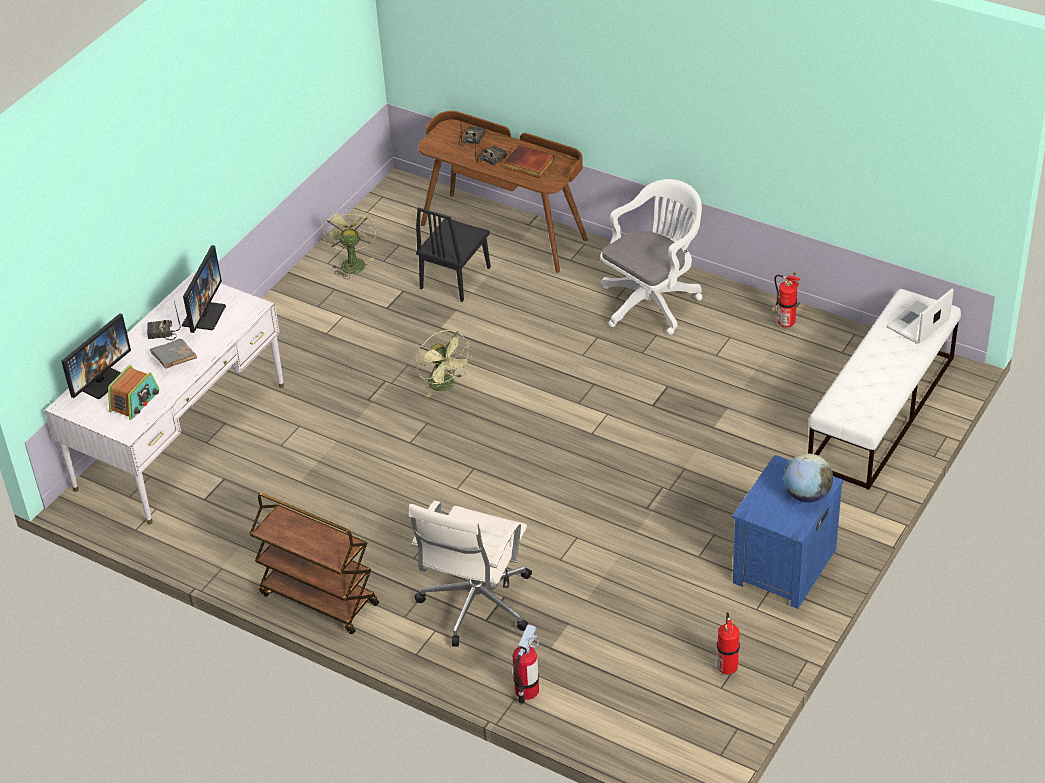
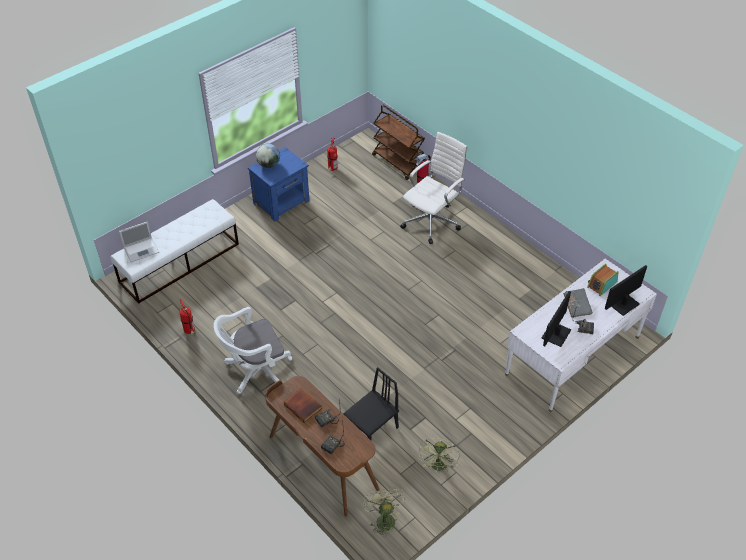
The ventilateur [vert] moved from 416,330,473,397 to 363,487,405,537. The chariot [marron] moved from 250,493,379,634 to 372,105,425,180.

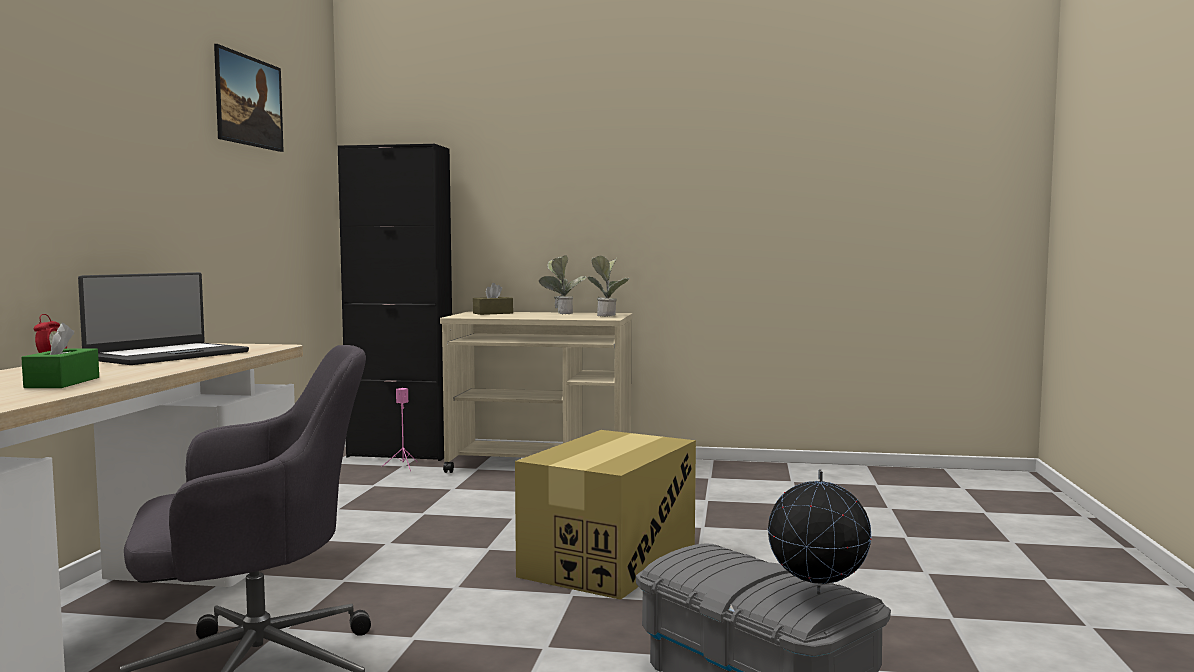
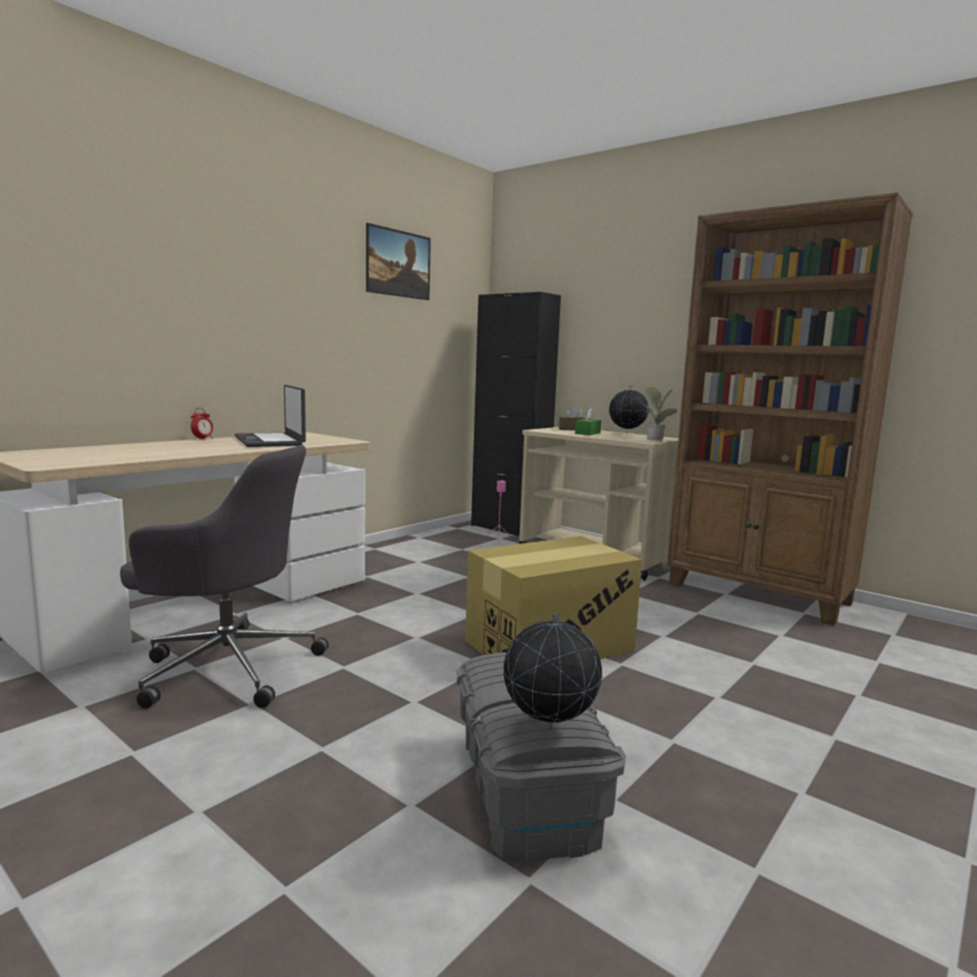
The ordinateur portable at 78,272,249,365 turned 90 degrees clockwise. The boîte à mouchoirs [vert] moved from 21,323,99,388 to 575,408,601,435. The plante en pot at 539,255,586,314 was replaced by the globe at 609,390,649,435. The bibliothèque [marron] at 667,193,913,625 appeared.

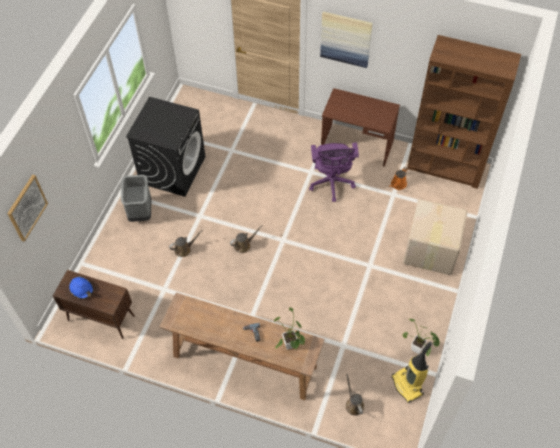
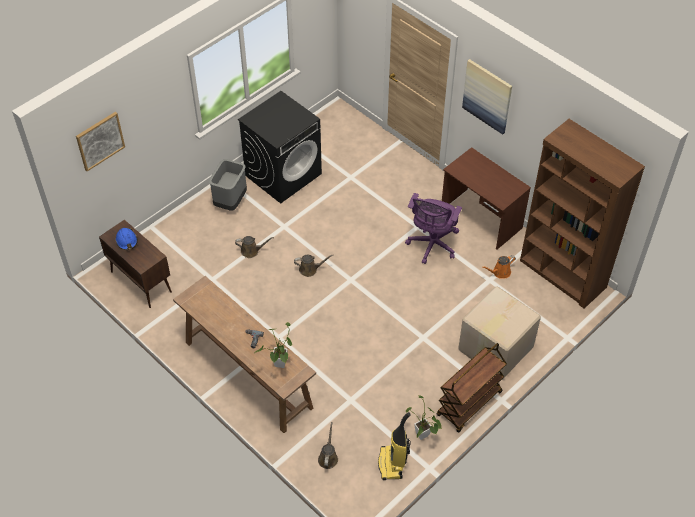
The chariot [marron] at 437,343,507,433 appeared.

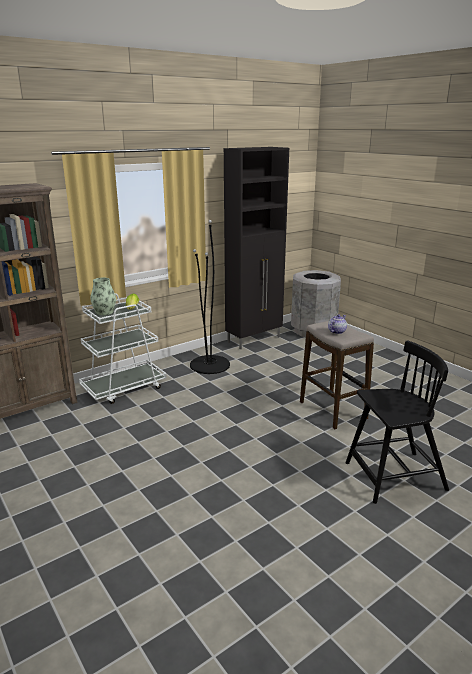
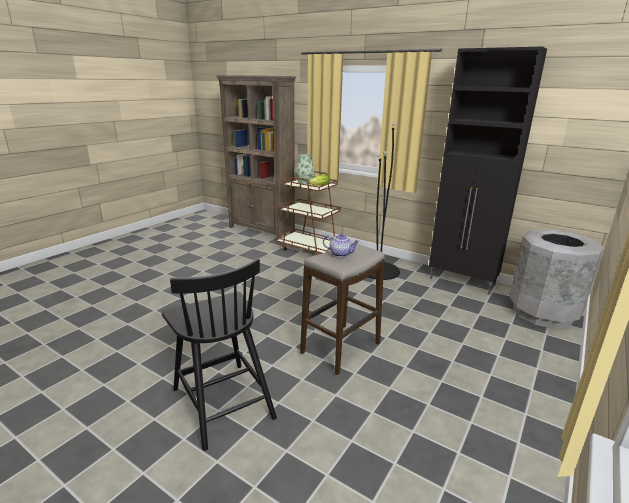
The chariot [blanc] at 79,293,167,404 became the chariot [marron] at 275,171,341,255.

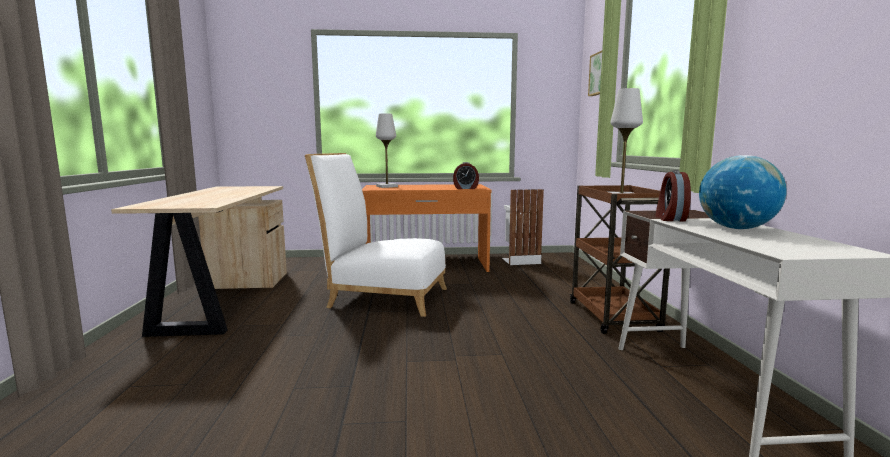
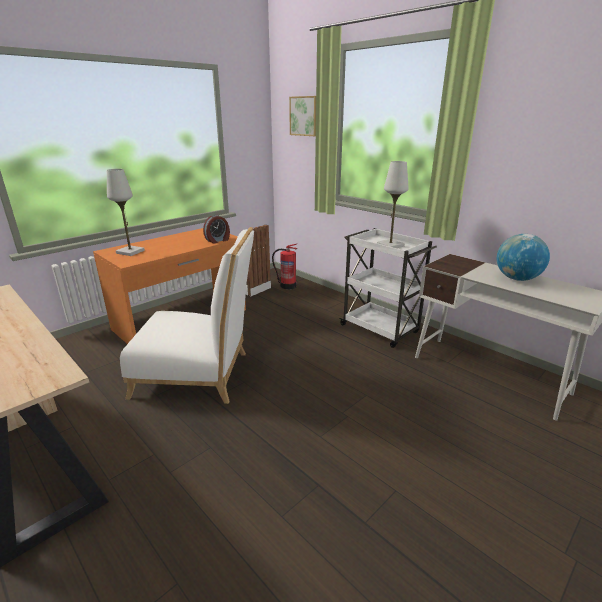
The chaise [blanc] at 305,153,447,317 turned 150 degrees counterclockwise. The extincteur at 272,244,297,290 appeared. The chariot [marron] at 570,185,670,334 became the chariot [blanc] at 339,228,437,348. The réveil at 655,170,691,222 disappeared.

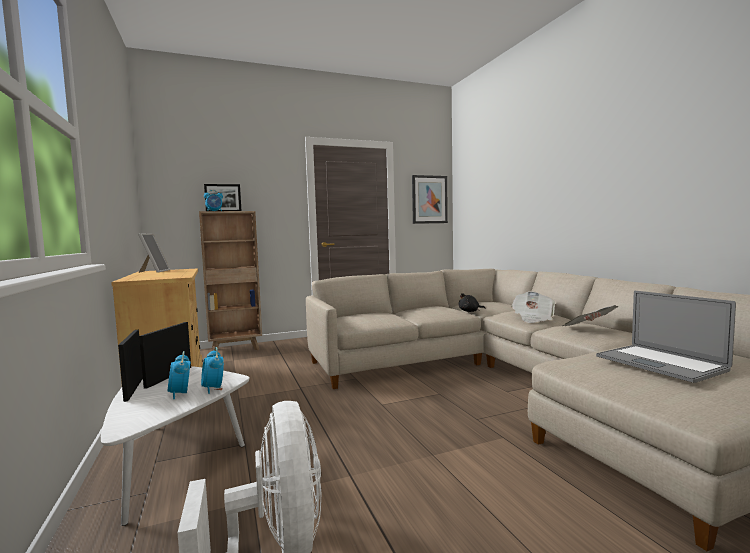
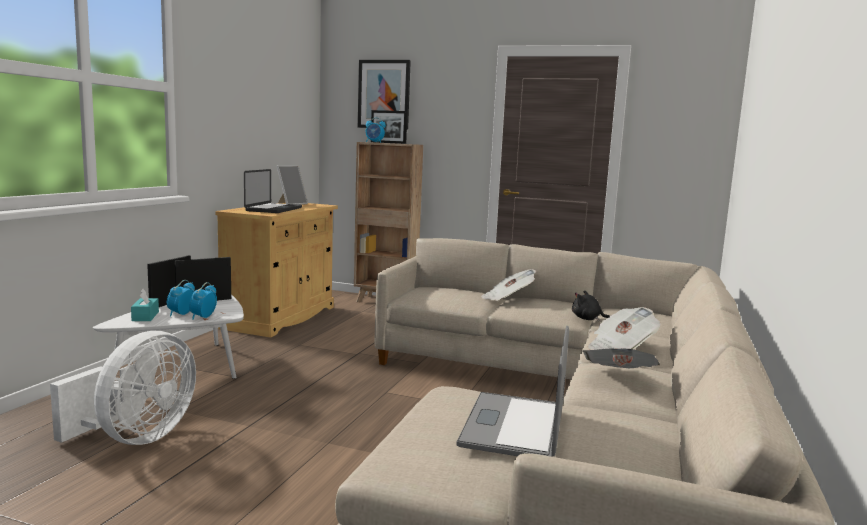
The boîte à mouchoirs [turquoise] at 131,289,159,321 appeared. The ordinateur portable at 244,169,302,213 appeared. The tableau moved from 412,175,448,224 to 358,60,411,129. The journal at 481,269,537,301 appeared.

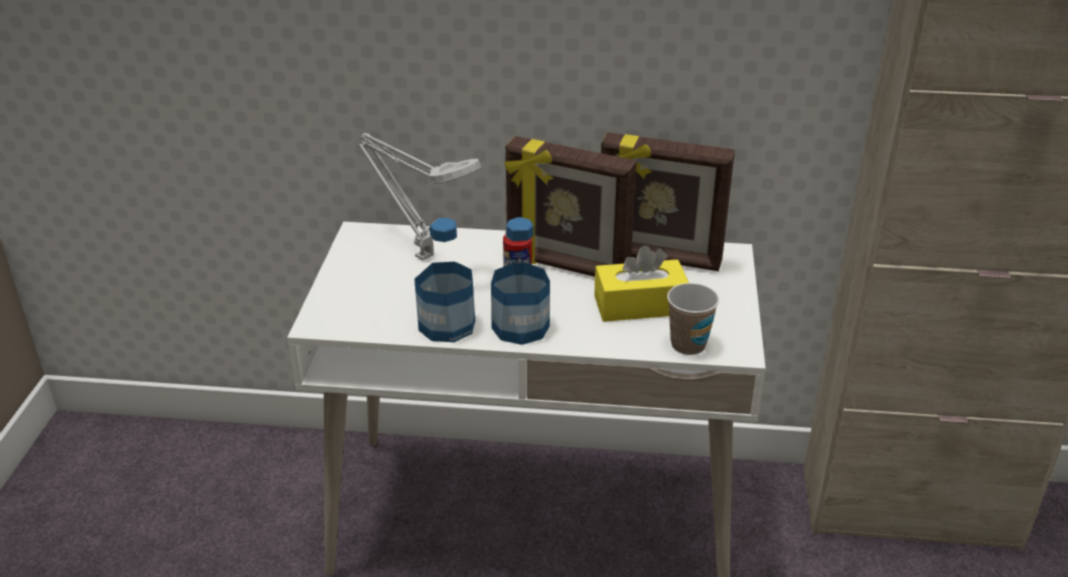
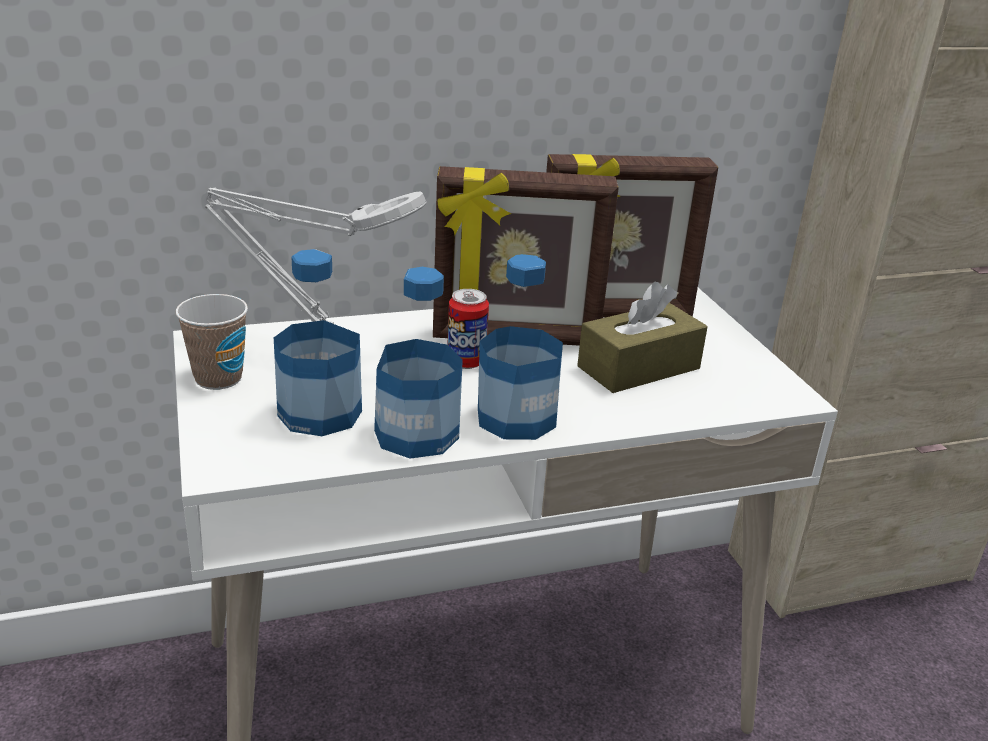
The tasse moved from 667,283,719,355 to 176,294,248,390. The bouteille at 274,249,362,436 appeared. The boîte à mouchoirs [jaune] at 594,245,689,322 became the boîte à mouchoirs [marron] at 577,282,708,393.

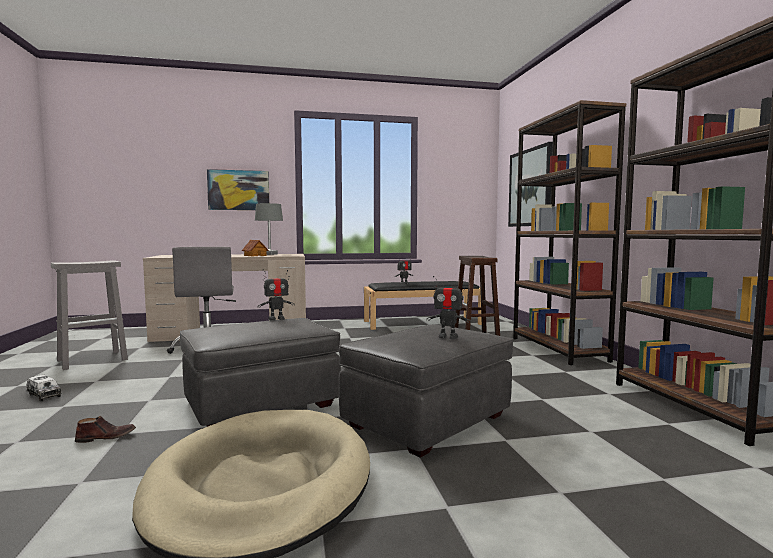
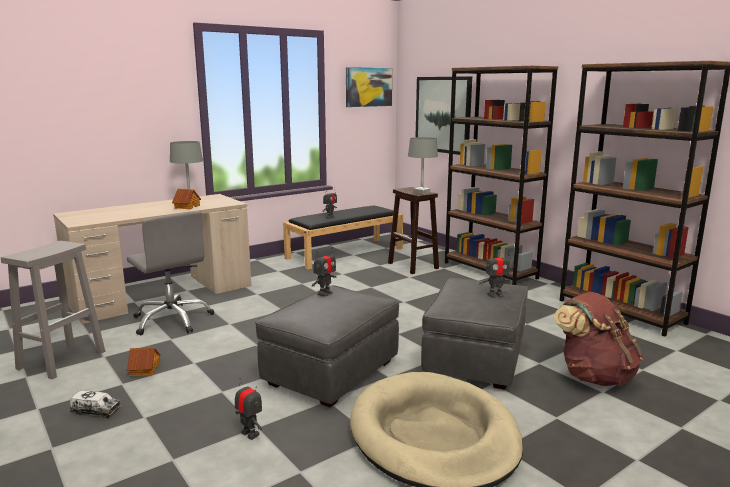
The maison miniature at 127,348,161,376 appeared. The chaussure [marron] at 75,416,136,443 was replaced by the robot jouet at 235,378,262,440. The tableau moved from 207,169,269,210 to 346,67,392,107. The lampe de table [gris] at 408,137,438,194 appeared. The sac à dos [marron] at 554,292,643,386 appeared.

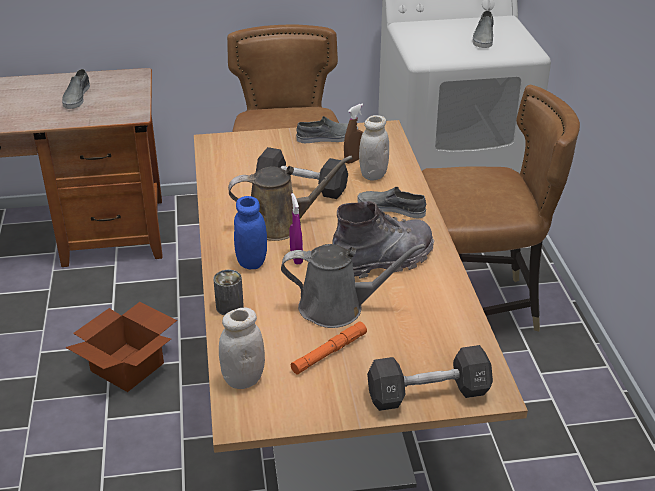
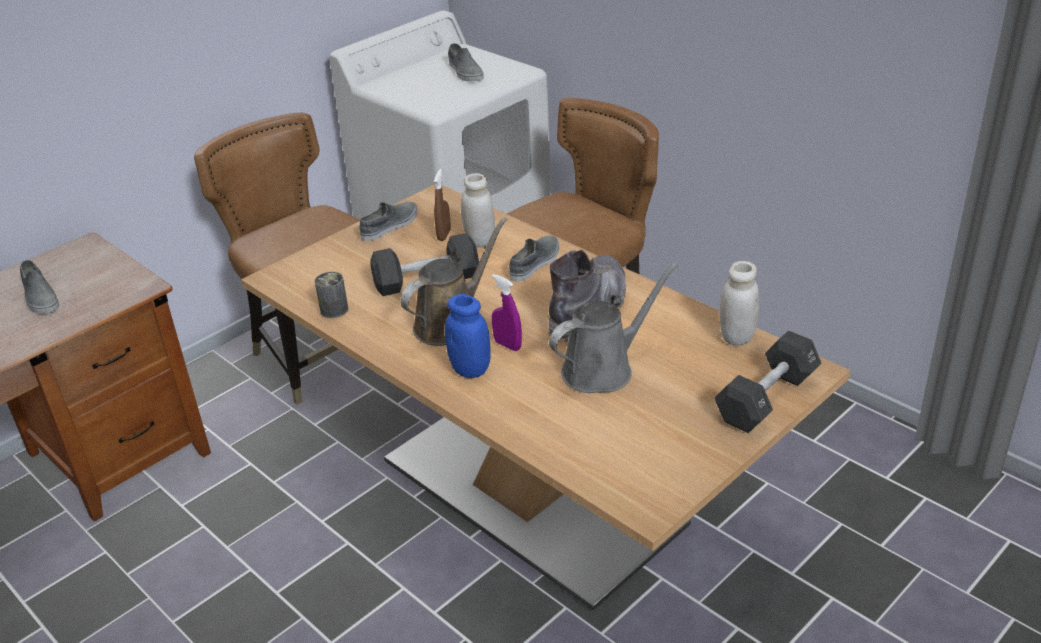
The boîte métallique moved from 213,270,244,315 to 315,272,348,318. The chaussure [gris] at 357,187,426,219 turned 135 degrees clockwise. The bocal [blanc] moved from 219,308,265,389 to 719,261,759,346. The carton at 65,302,177,392 disappeared. The lampe de poche [orange] at 291,322,367,374 disappeared.

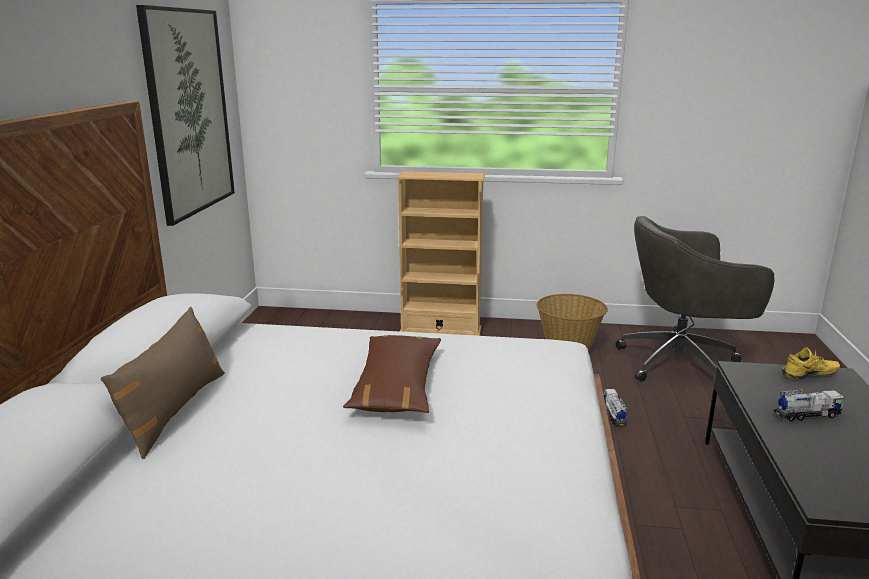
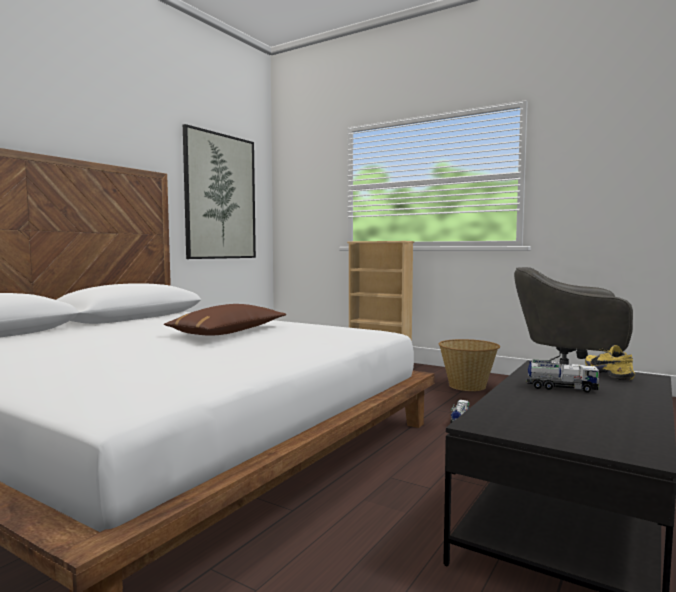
The chaussure [jaune] at 782,347,840,379 turned 120 degrees counterclockwise. The coussin [marron] at 101,307,225,459 disappeared.

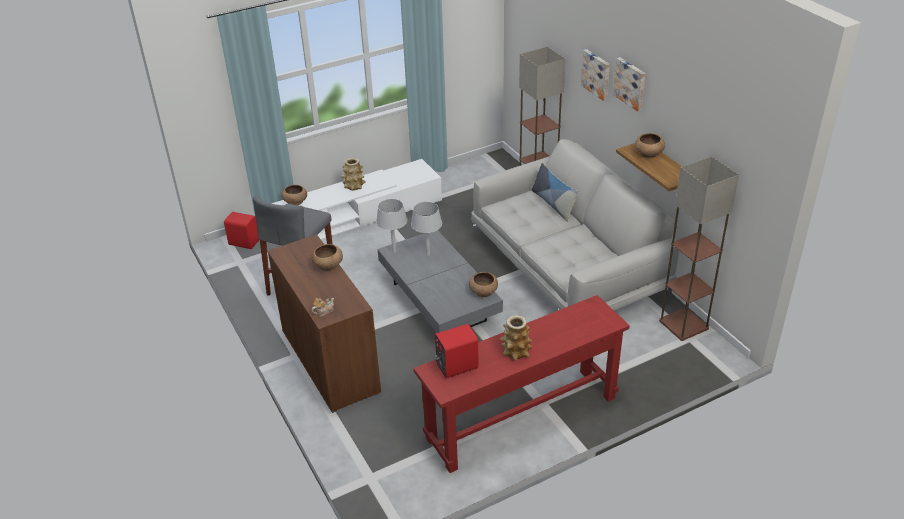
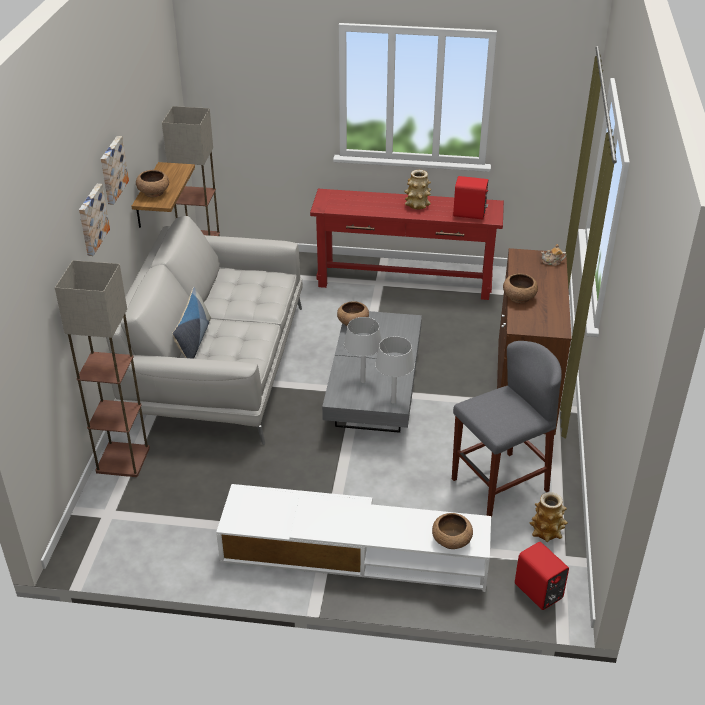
The vase moved from 341,157,366,190 to 530,492,568,542.

